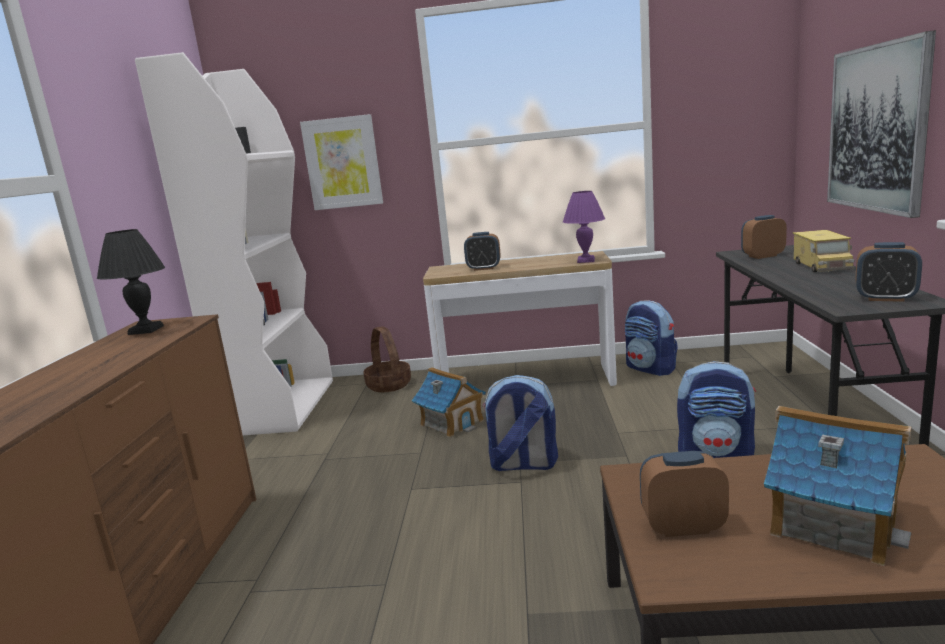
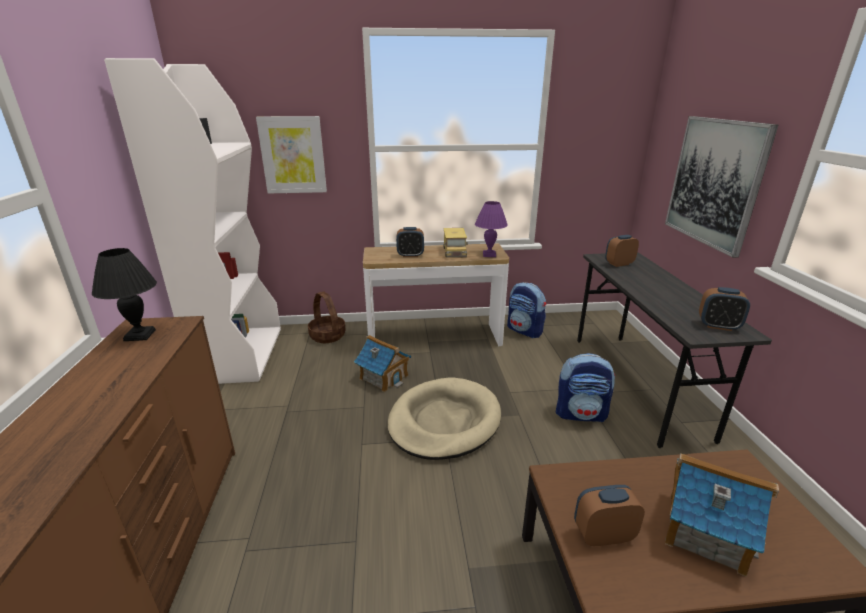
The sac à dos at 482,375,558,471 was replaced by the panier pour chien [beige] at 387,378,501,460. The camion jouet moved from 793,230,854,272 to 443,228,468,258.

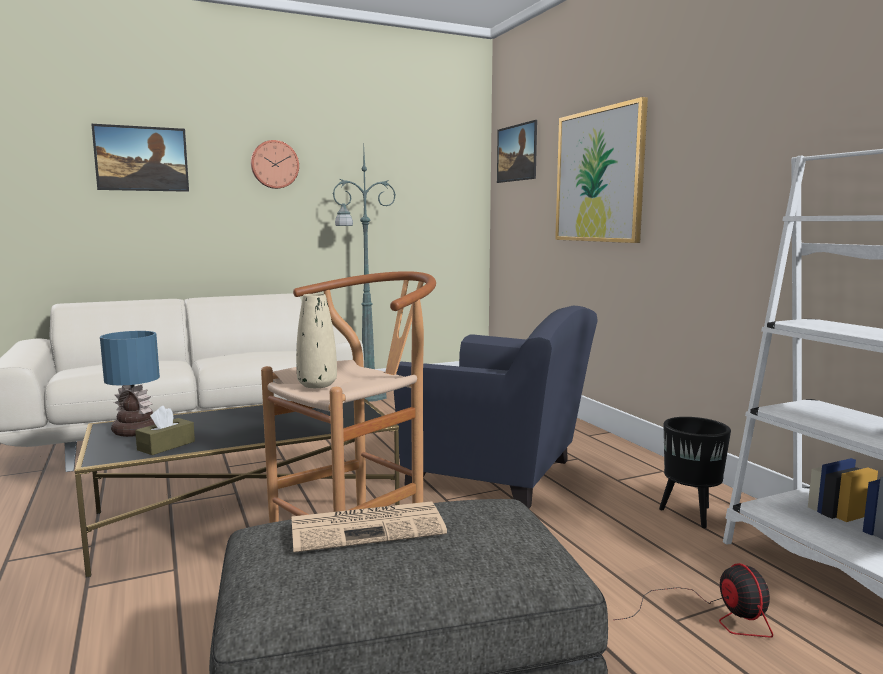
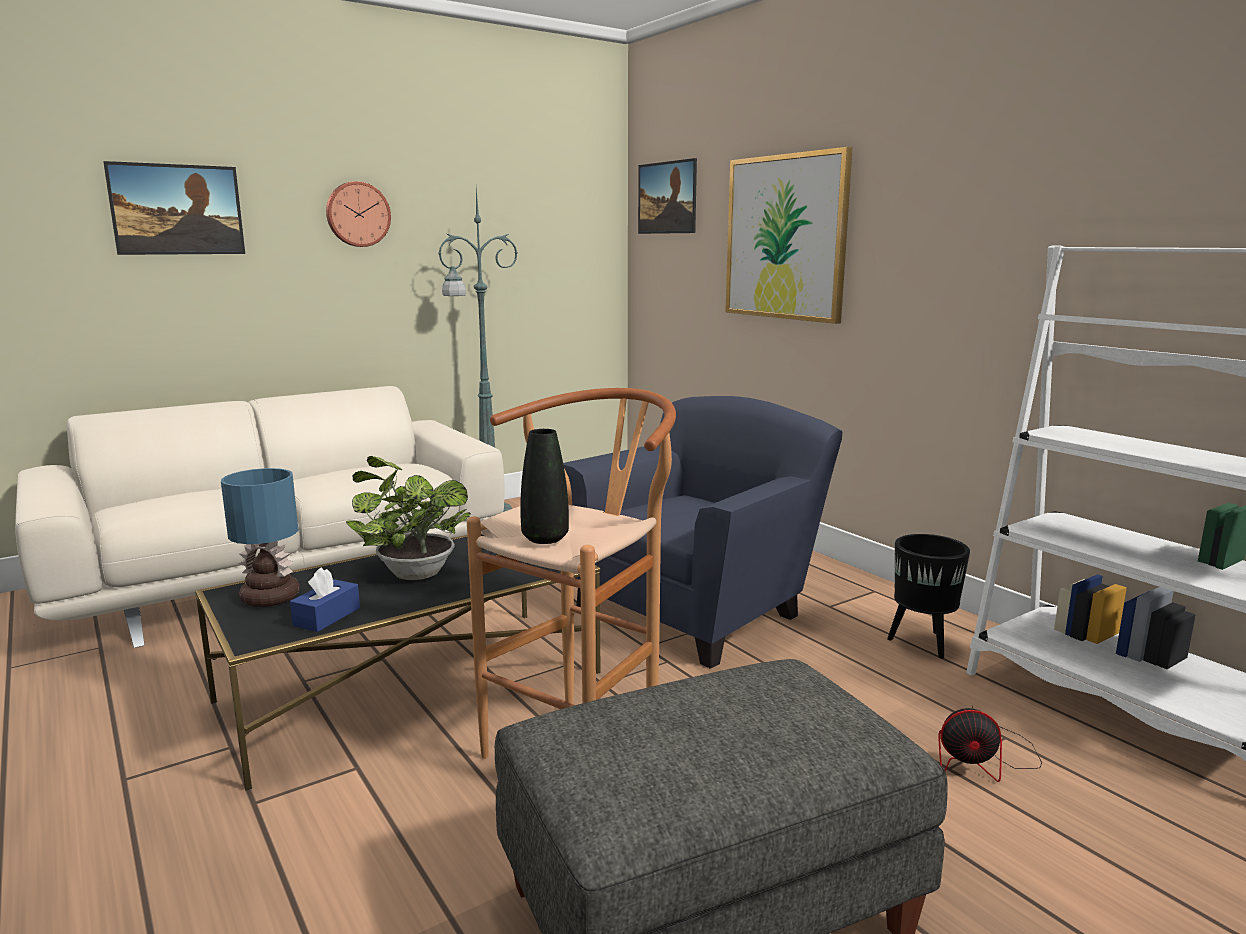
The boîte à mouchoirs [marron] at 135,406,195,455 became the boîte à mouchoirs [bleu] at 290,567,360,632. The plante en pot at 346,456,471,580 appeared. The vase [beige] at 296,294,337,388 became the vase [noir] at 520,429,569,544. The fauteuil [bleu] at 394,306,598,509 turned 60 degrees counterclockwise. The ventilateur at 615,563,773,638 turned 120 degrees clockwise. The journal at 291,501,447,553 disappeared.

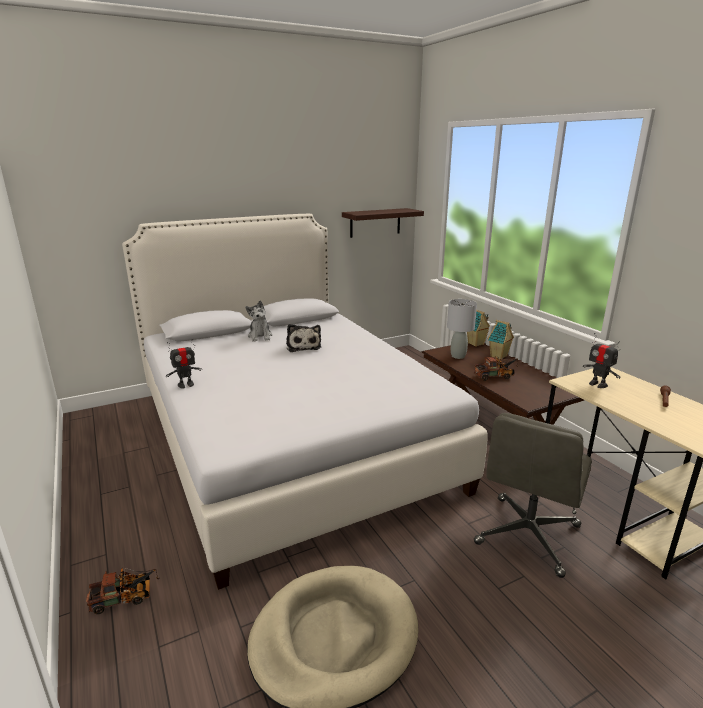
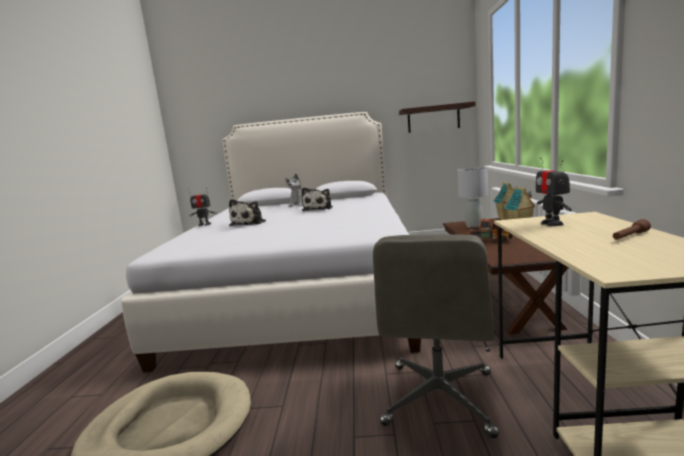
The peluche at 229,199,266,226 appeared. The chaise de bureau [gris] at 474,413,592,578 turned 45 degrees counterclockwise. The camion jouet at 86,568,159,614 disappeared.

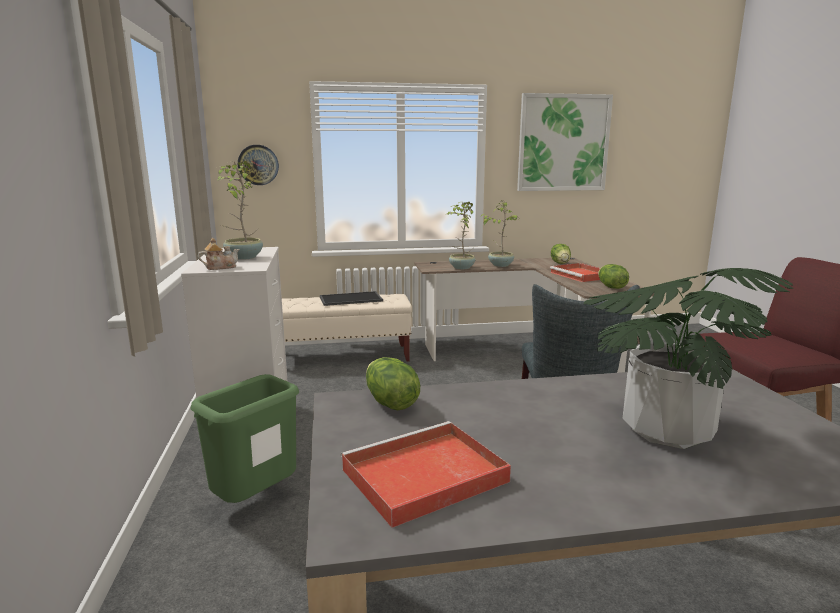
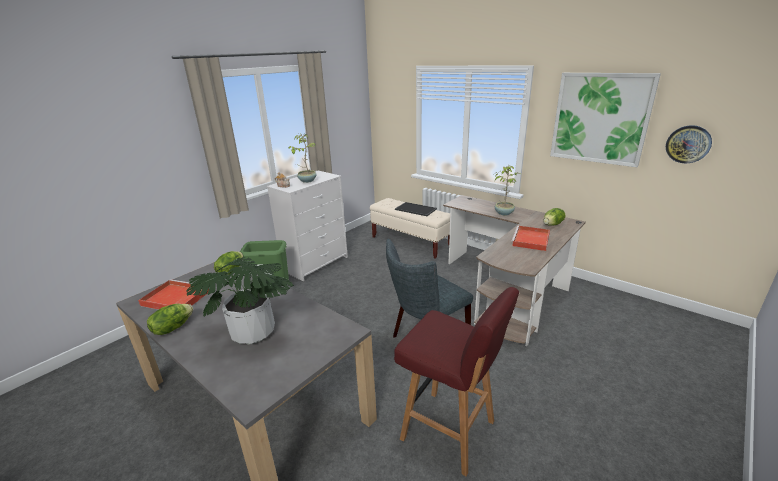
The laitue moved from 598,264,629,289 to 147,304,193,335. The horloge murale moved from 238,145,279,185 to 666,125,712,163. The plante en pot at 447,202,475,269 disappeared.

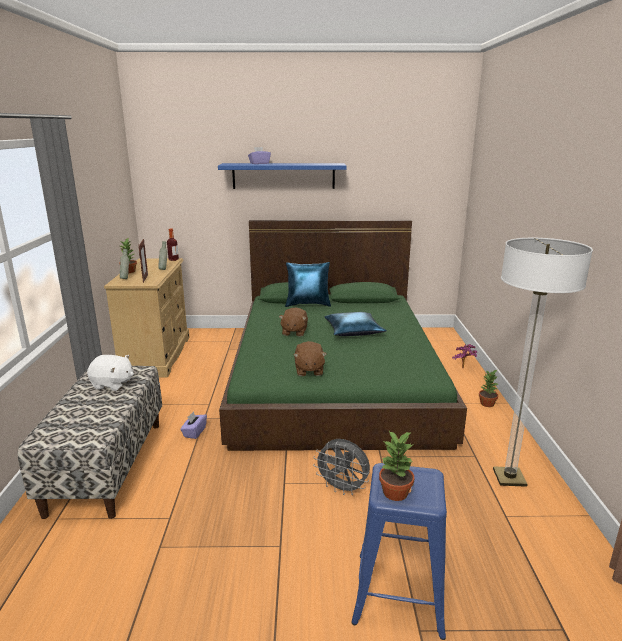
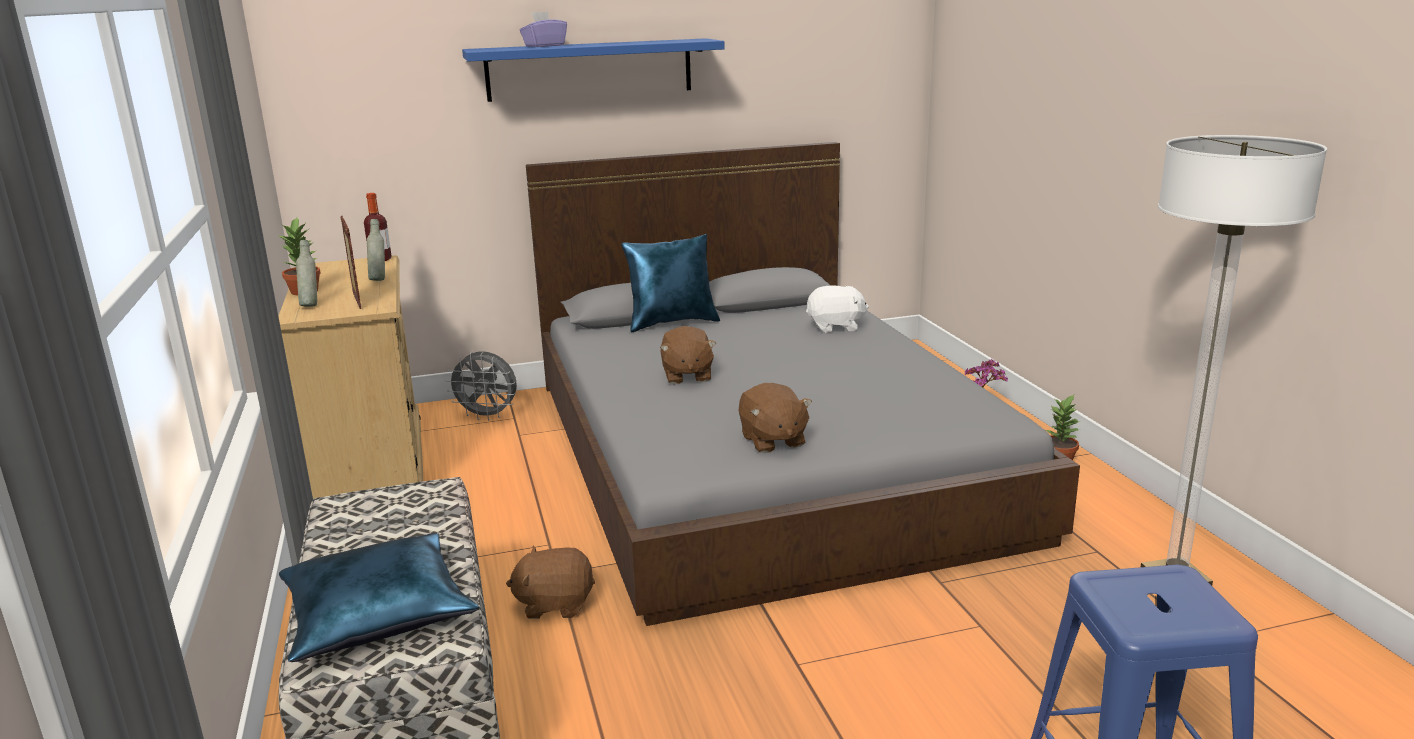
The coussin [bleu] moved from 324,312,387,336 to 279,533,479,662. The ventilateur [gris] moved from 313,439,370,495 to 446,351,517,421. The boîte à mouchoirs [violet] at 180,411,207,439 was replaced by the peluche [marron] at 506,546,595,619. The lit [vert] at 219,220,467,451 became the lit [gris] at 526,142,1080,626. The peluche [blanc] moved from 87,355,134,391 to 806,285,869,333. The plante en pot at 379,431,414,501 disappeared.

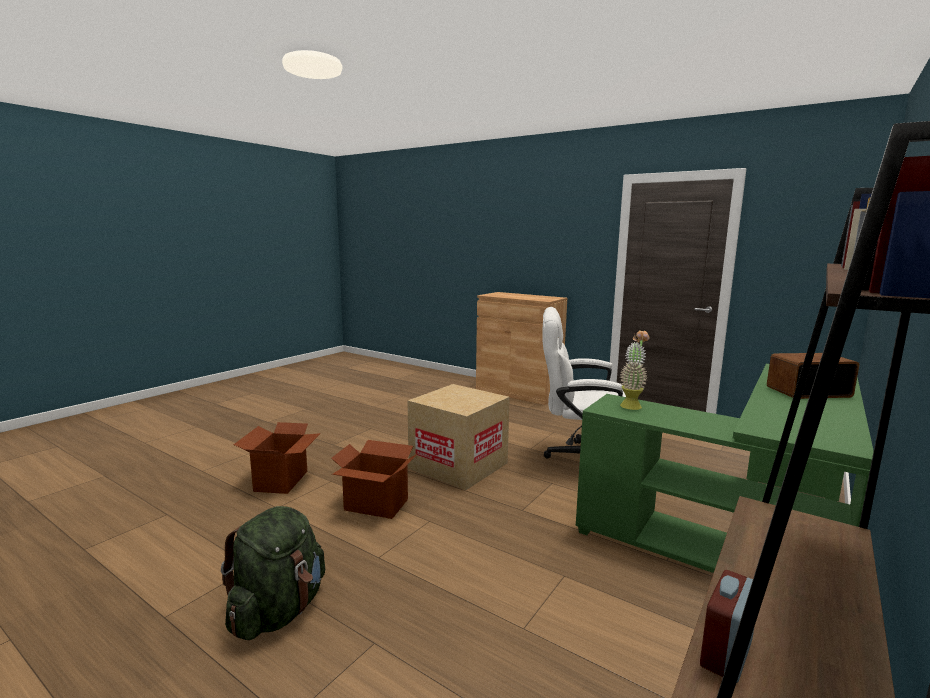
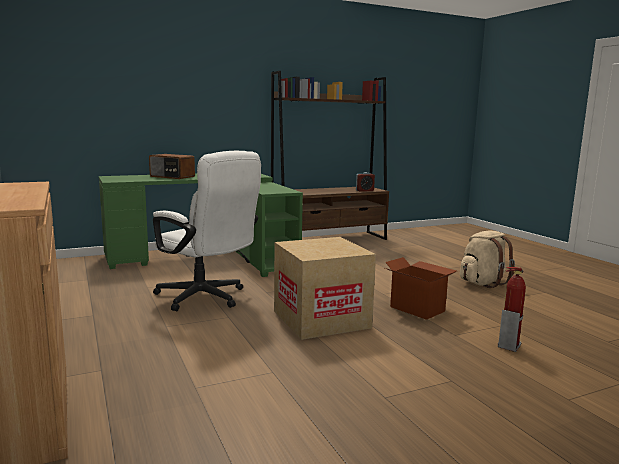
The sac à dos [vert] at 221,506,325,640 became the sac à dos [beige] at 460,231,515,288. The carton at 234,422,321,494 was replaced by the extincteur at 498,267,526,352. The plante en pot at 620,330,650,410 disappeared.

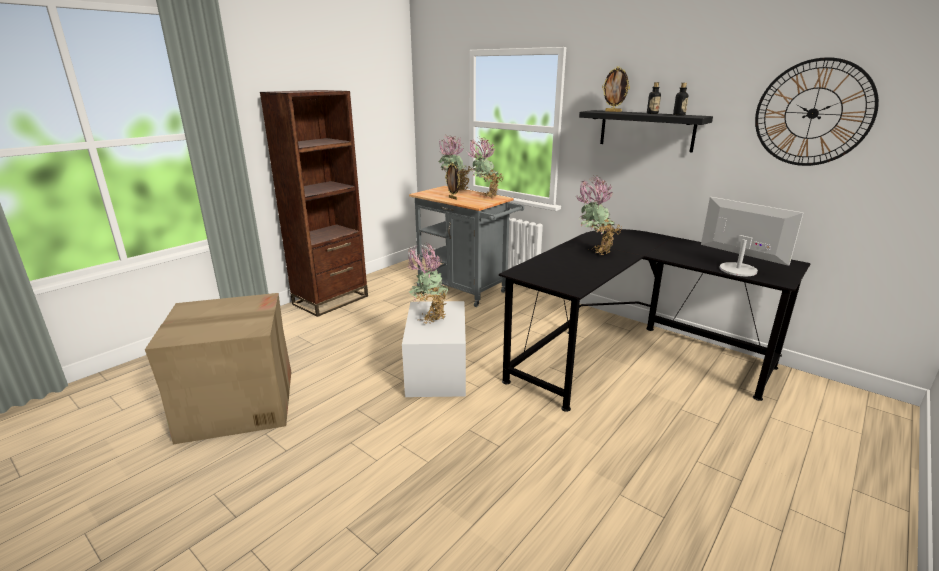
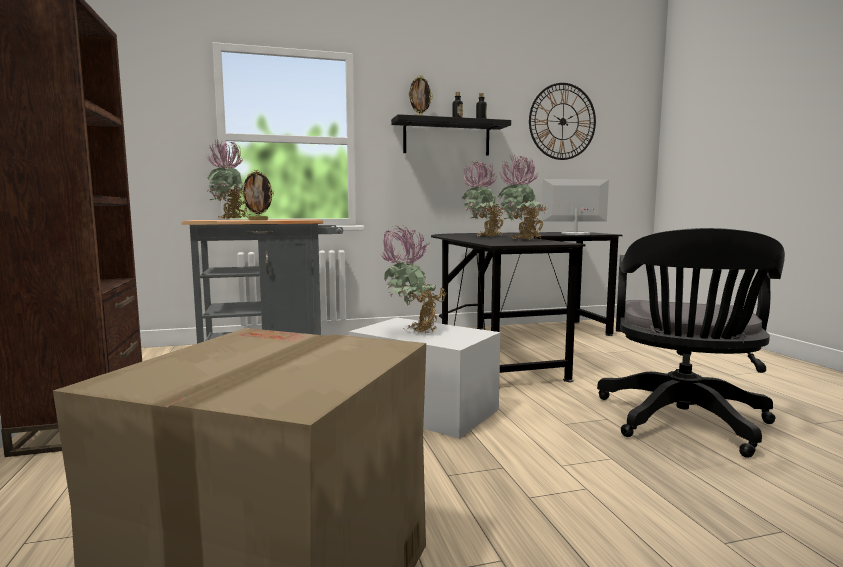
The plante en pot moved from 467,137,504,198 to 498,155,548,240. The chaise de bureau [noir] at 597,228,785,458 appeared.

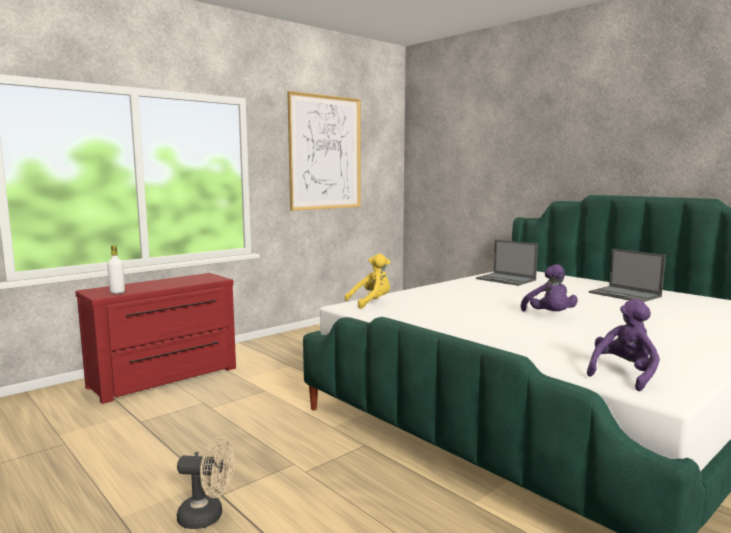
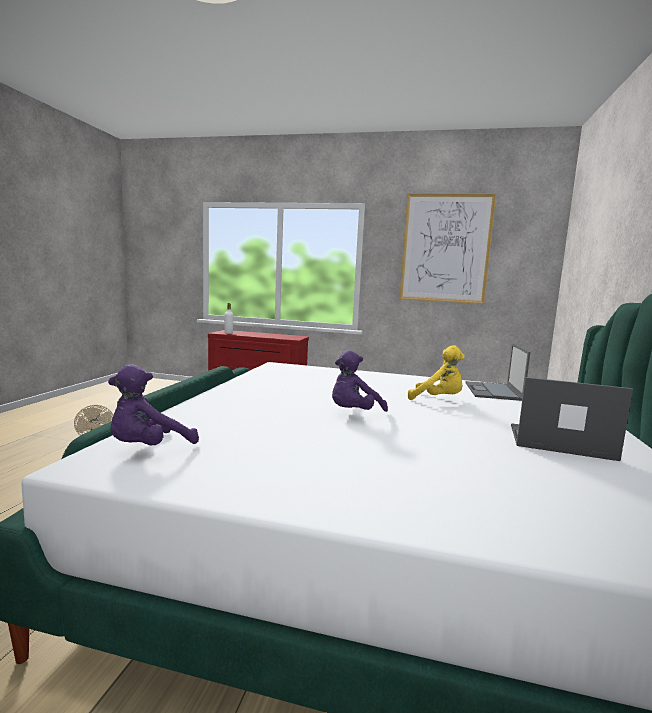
The peluche [violet] at 587,299,660,391 turned 120 degrees clockwise. The peluche [jaune] moved from 344,254,390,309 to 408,345,465,400. The ordinateur portable at 589,249,666,302 turned 90 degrees clockwise.

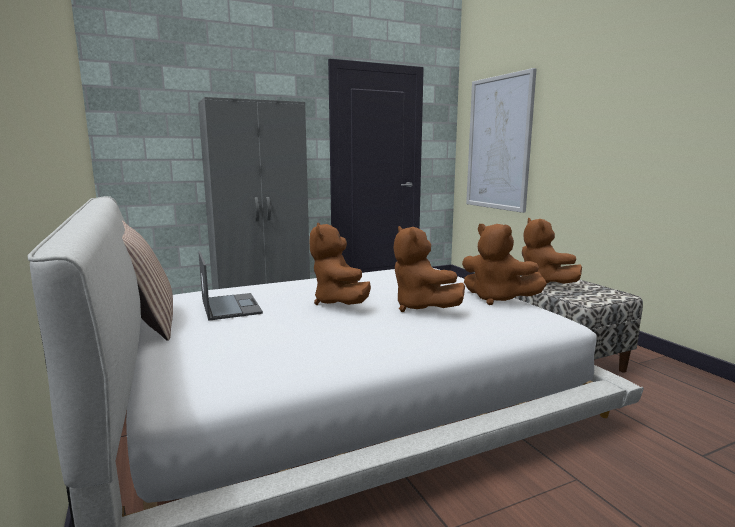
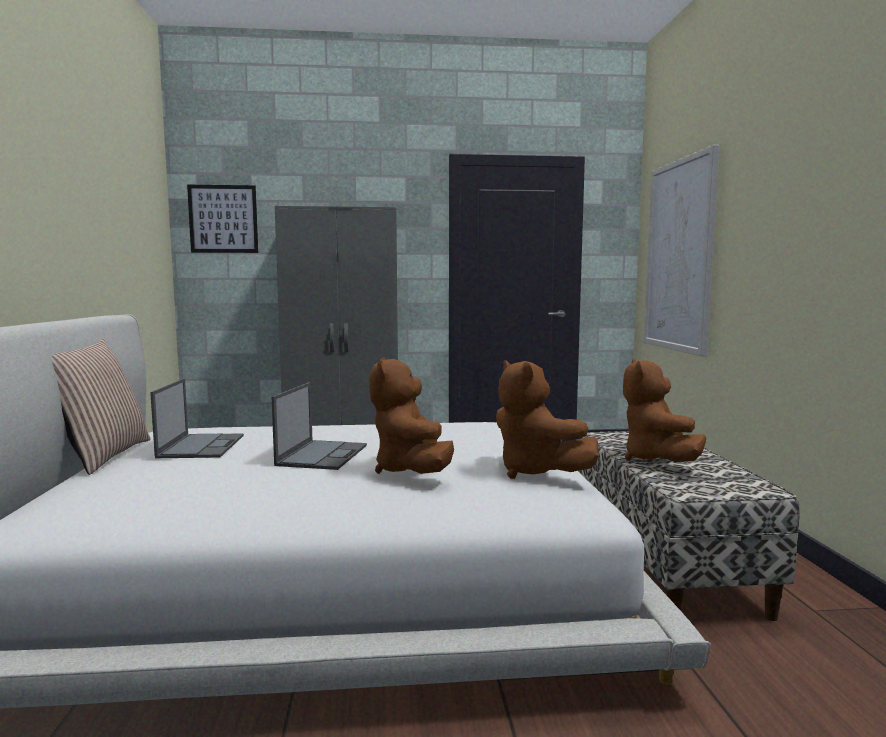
The tableau at 187,185,258,253 appeared. The peluche [marron] at 309,223,371,305 was replaced by the ordinateur portable at 272,382,367,470.

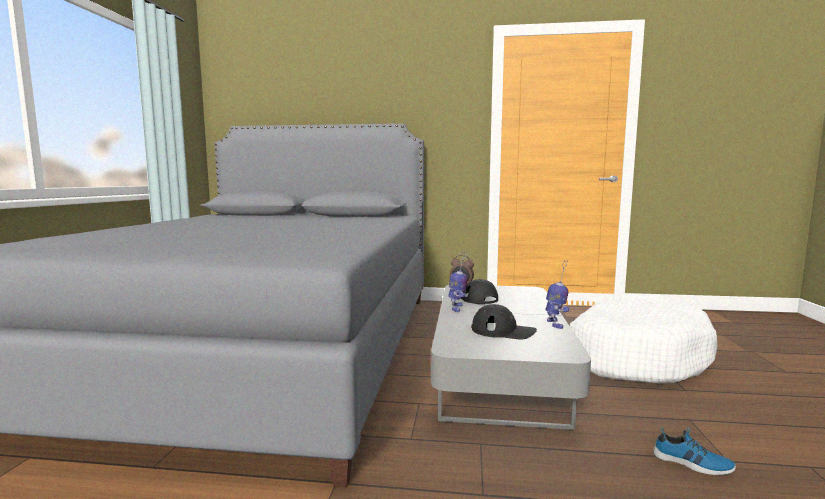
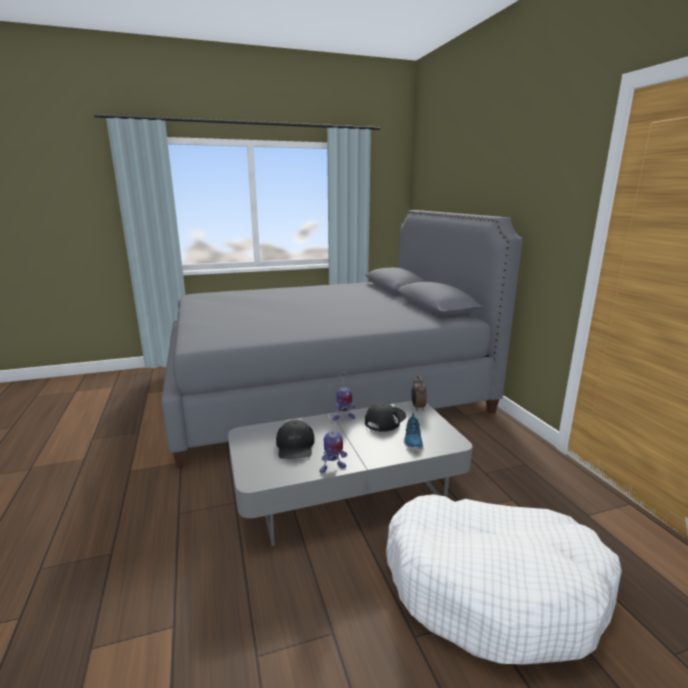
The chaussure moved from 653,428,736,475 to 404,413,423,449.

